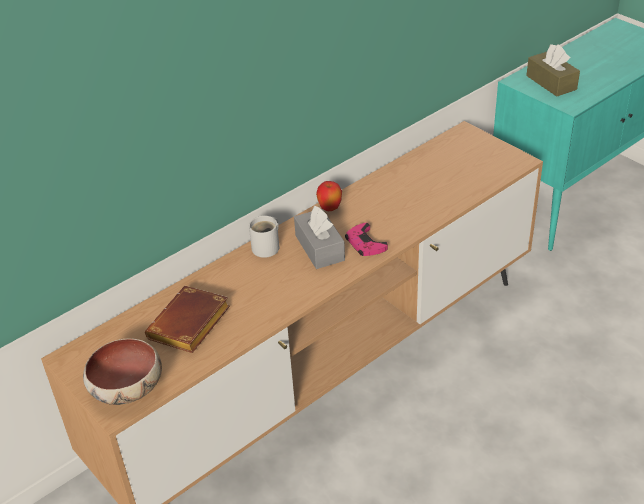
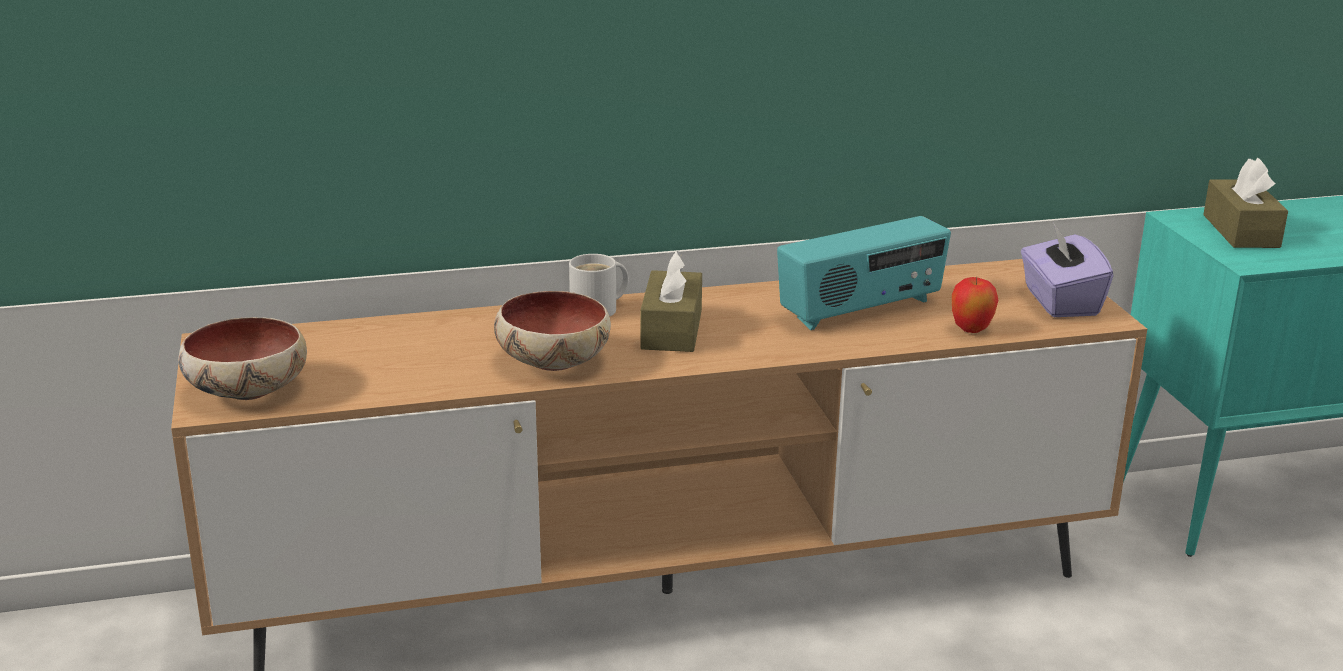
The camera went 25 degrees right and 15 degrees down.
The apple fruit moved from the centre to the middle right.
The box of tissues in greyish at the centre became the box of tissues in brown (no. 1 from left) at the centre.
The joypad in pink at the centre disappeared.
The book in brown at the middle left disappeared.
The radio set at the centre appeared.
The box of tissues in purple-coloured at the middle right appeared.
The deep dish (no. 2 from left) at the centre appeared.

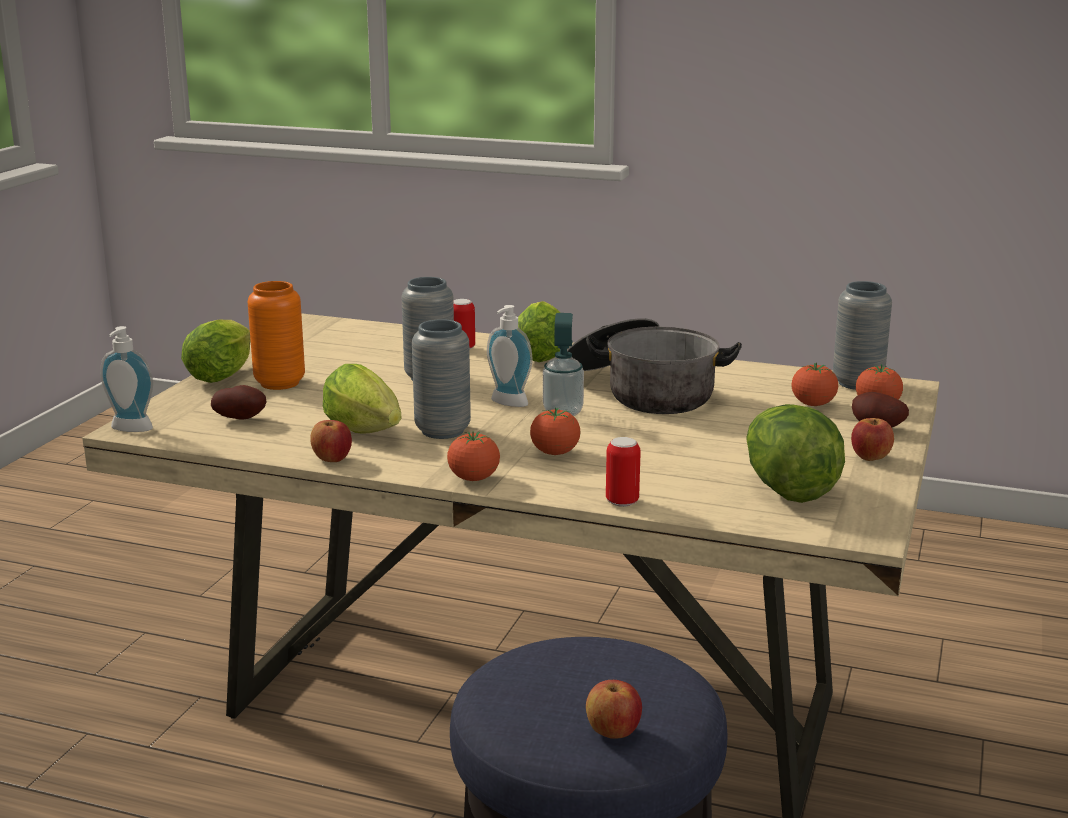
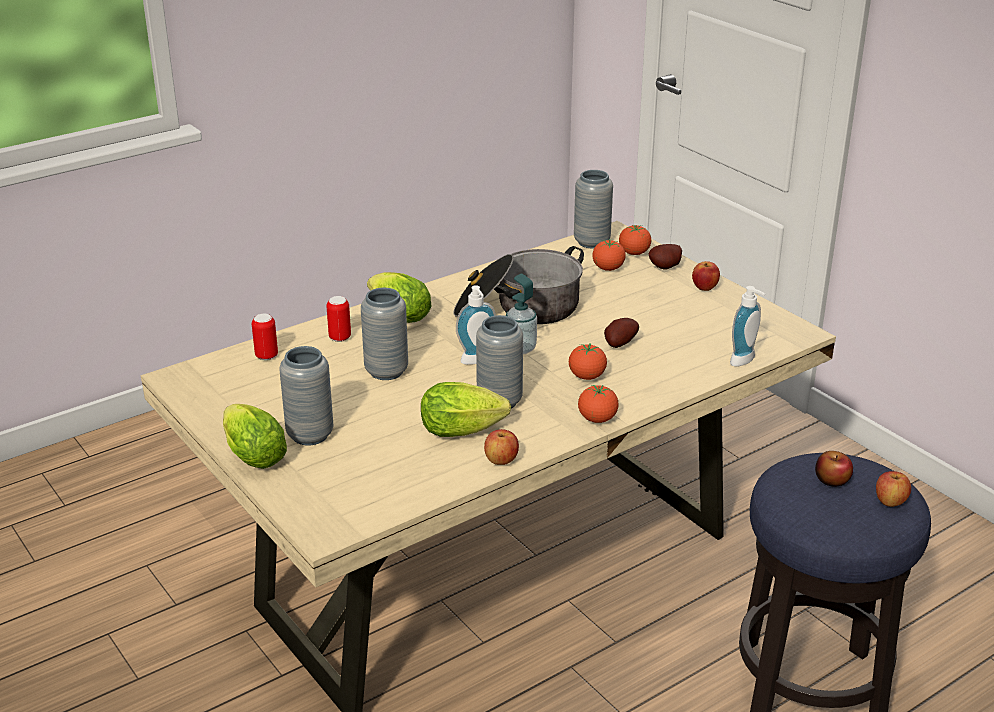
The camera went 55 degrees left and 10 degrees up.
The decorative vase in orange-coloured at the middle left became the decorative vase in greyish (no. 1 from left) at the middle left.
The soap dispenser (no. 1 from left in the first image) moved from the middle left to the middle right.
The spud (no. 1 from left) moved from the middle left to the centre.
The lettuce (no. 4 from left) at the middle right disappeared.
The sealed can (no. 2 from left in the first image) moved from the centre to the middle left.
The apple fruit (no. 3 from left) at the middle right appeared.

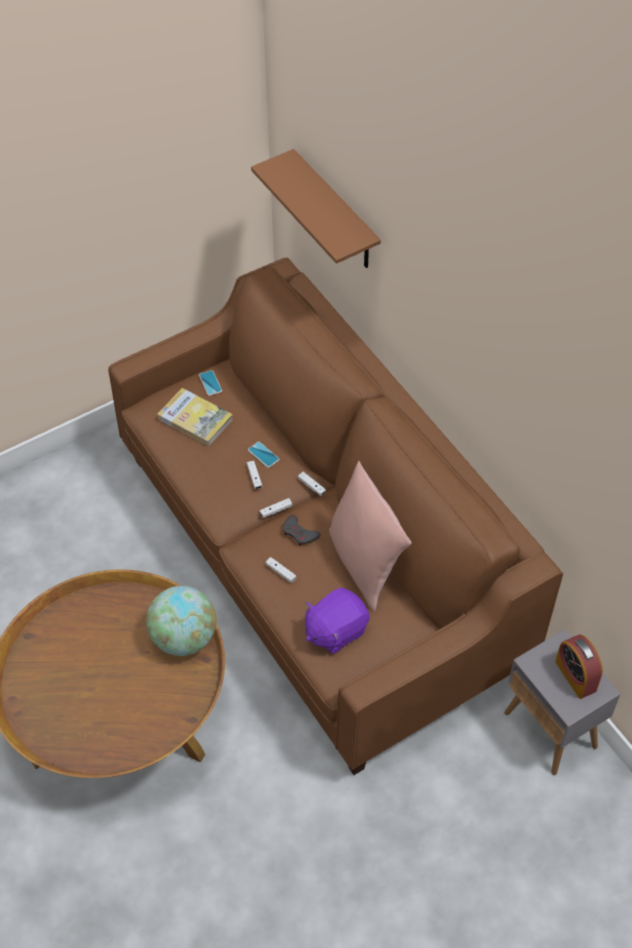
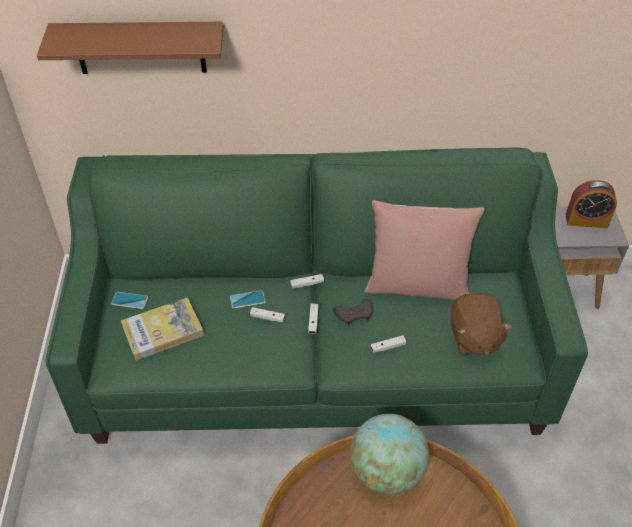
The camera went 60 degrees left and 5 degrees down.
The sofa in brown at the centre became the sofa in green-coloured at the centre.
The plush toy in purple-coloured at the centre became the plush toy in brown at the middle right.

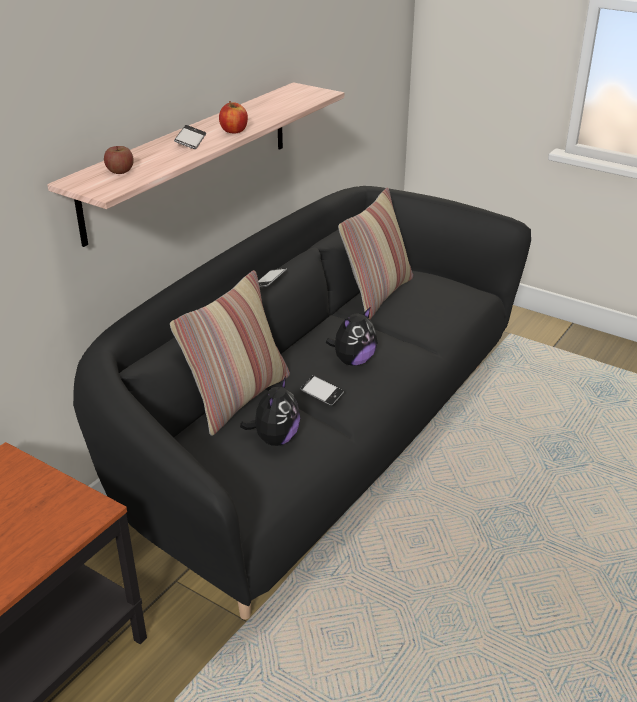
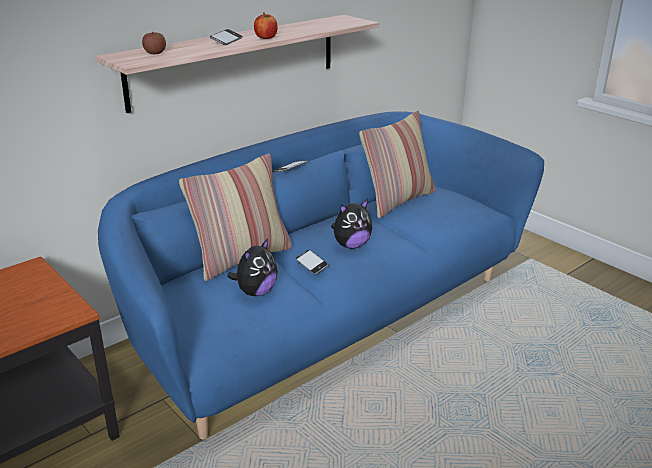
The camera went 15 degrees right and 5 degrees down.
The sofa in black-coloured at the centre became the sofa in blue-coloured at the centre.

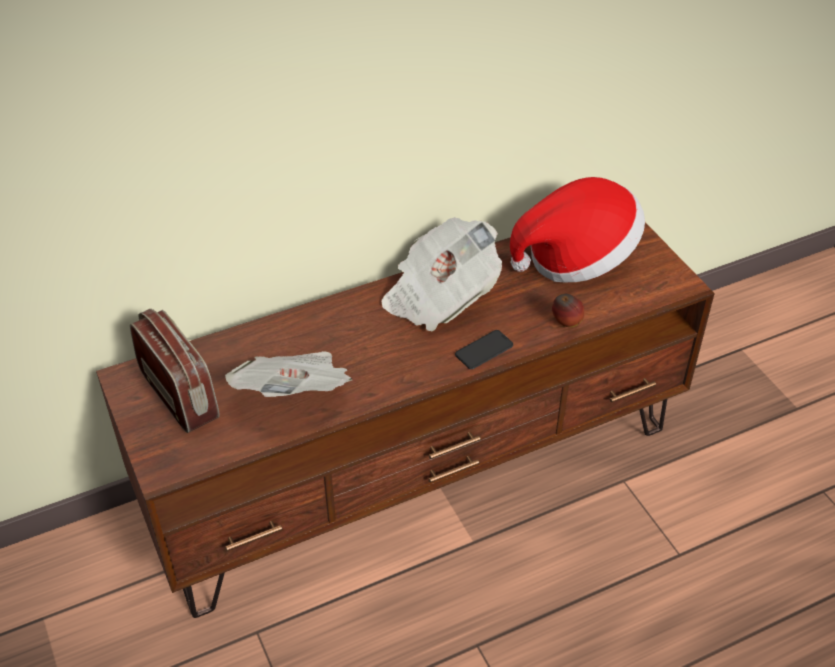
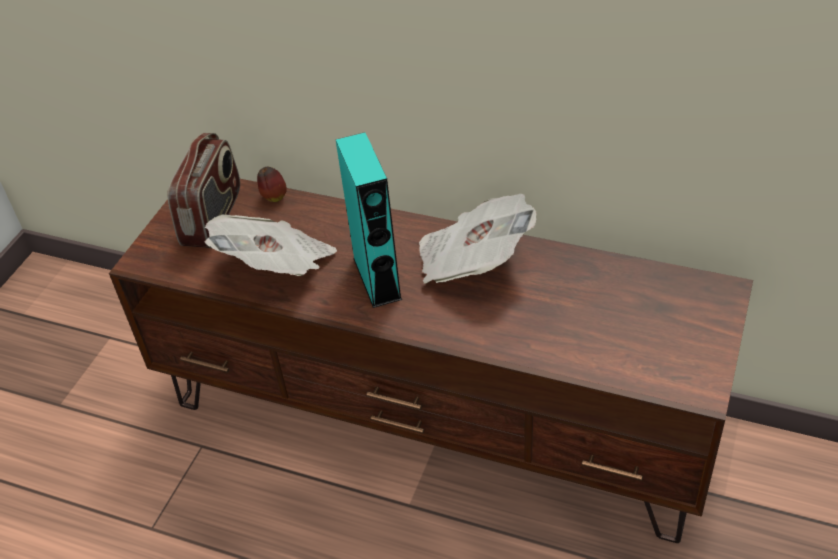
The camera went 50 degrees right and 0 degrees up.
The hat at the middle right disappeared.
The apple fruit moved from the middle right to the top left.
The telephone at the centre disappeared.
The loudspeaker in blue-green at the centre appeared.

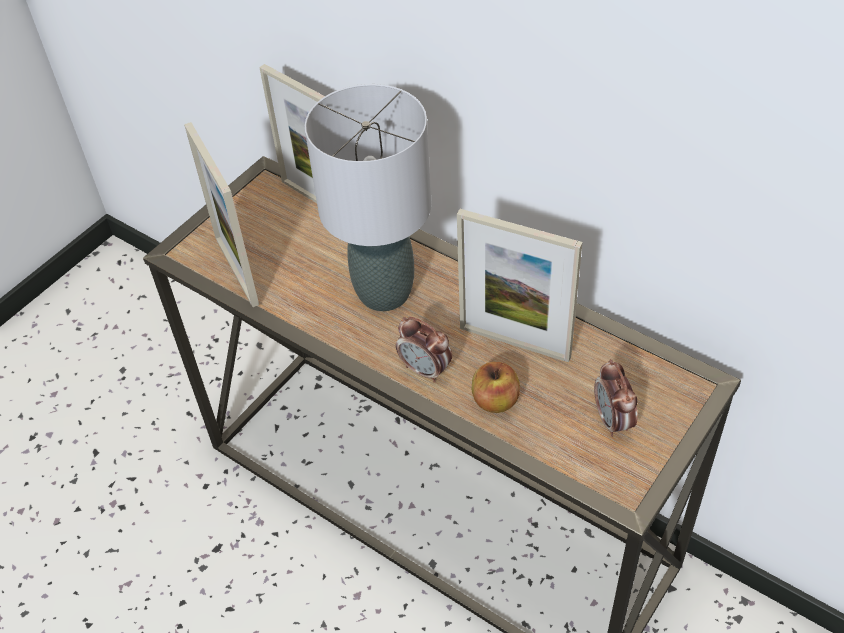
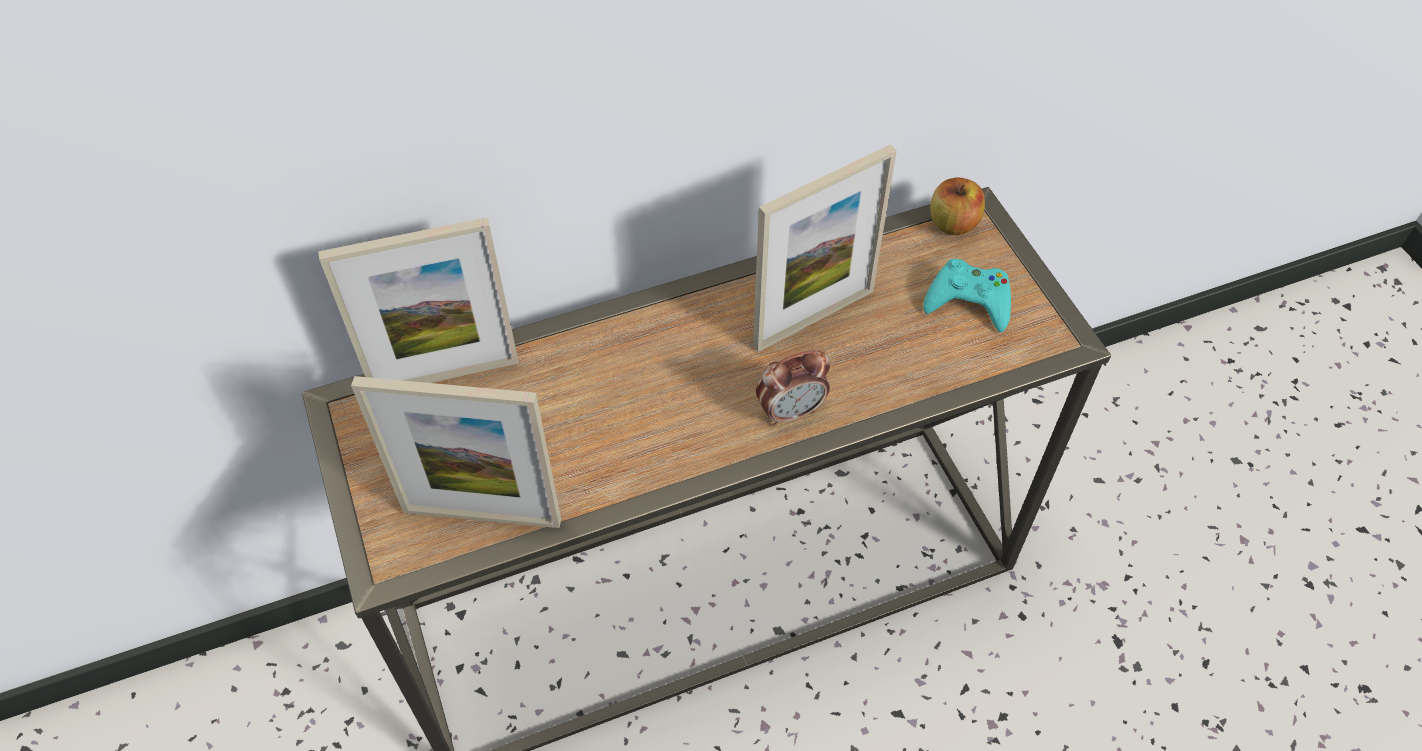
The camera went 60 degrees left and 5 degrees up.
The table lamp in greyish at the top centre disappeared.
The table clock (no. 2 from left) at the middle right was replaced by the joypad in blue-green at the middle right.
The apple fruit moved from the centre to the top right.

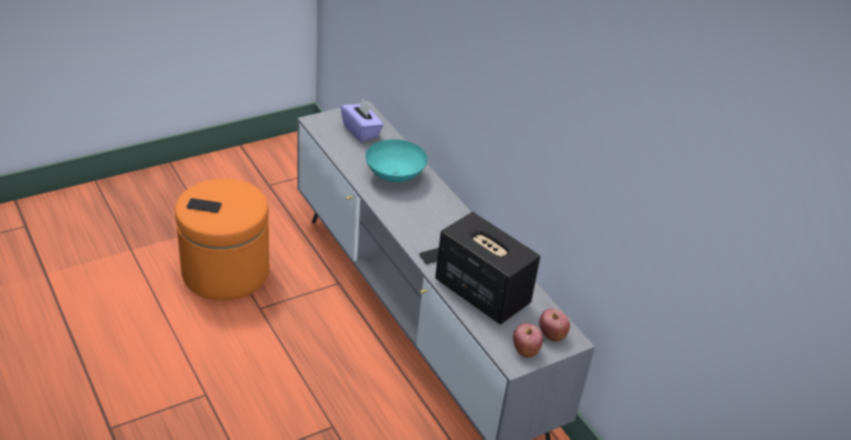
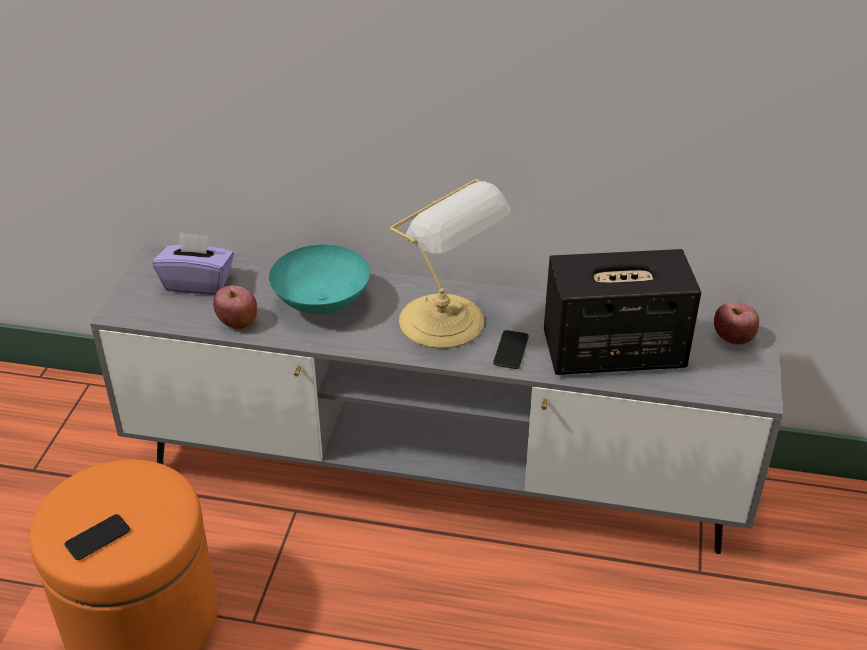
The camera went 45 degrees left and 0 degrees up.
The apple fruit (no. 1 from left) moved from the bottom centre to the middle left.
The table lamp at the centre appeared.

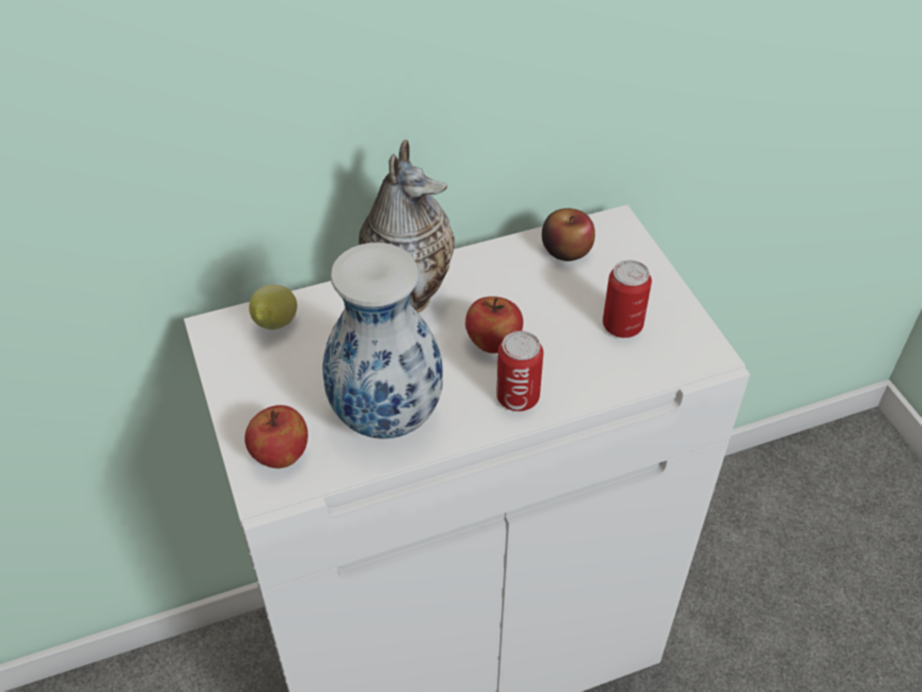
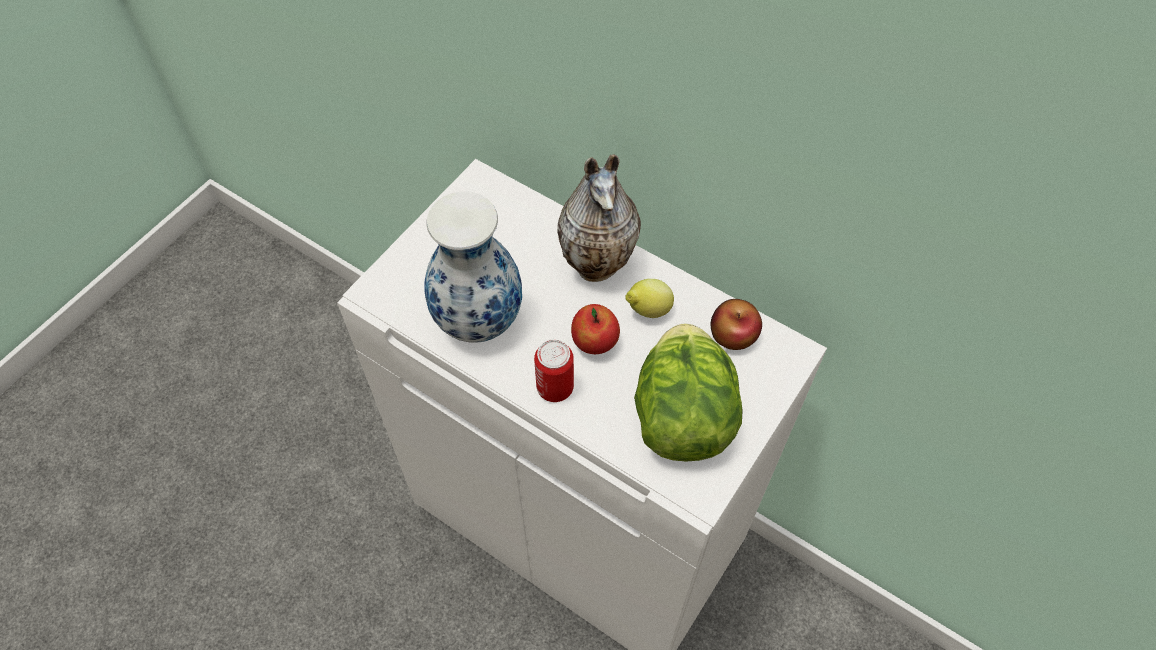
The camera went 55 degrees right and 10 degrees up.
The sealed can (no. 2 from left) at the middle right was replaced by the lettuce at the centre.
The whole lemon moved from the middle left to the centre.
The apple fruit (no. 1 from left) at the middle left disappeared.

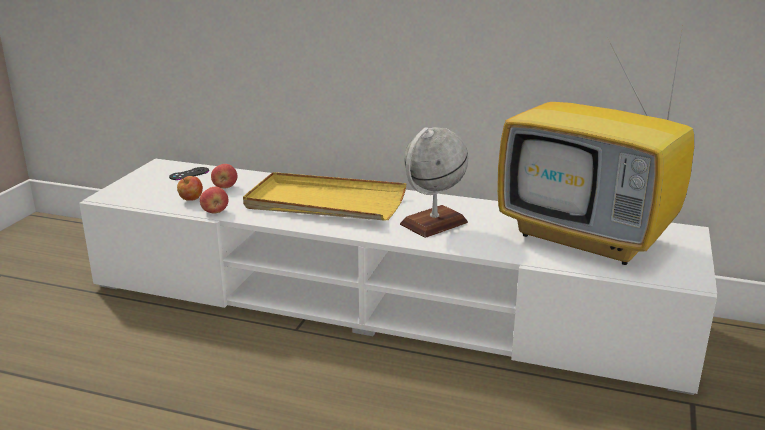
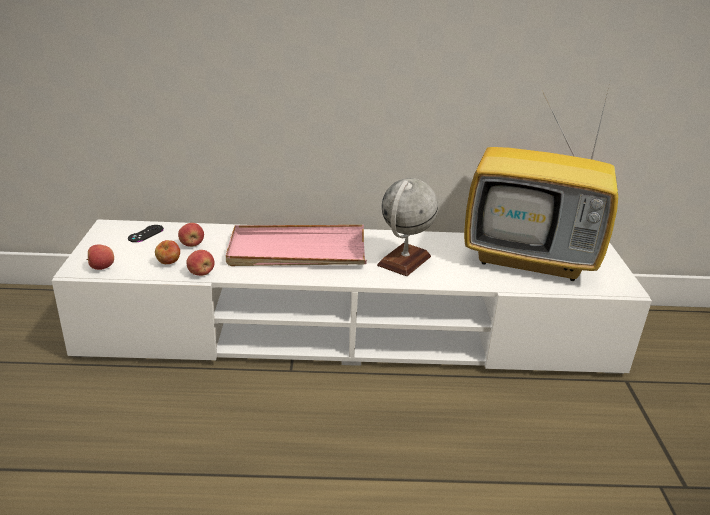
The camera went 20 degrees left and 5 degrees up.
The serving tray in yellowish at the centre became the serving tray in pink at the centre.
The apple fruit (no. 1 from left) at the middle left appeared.

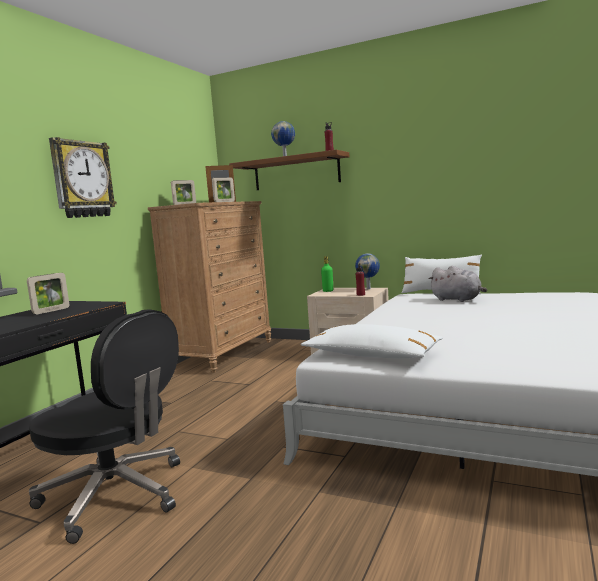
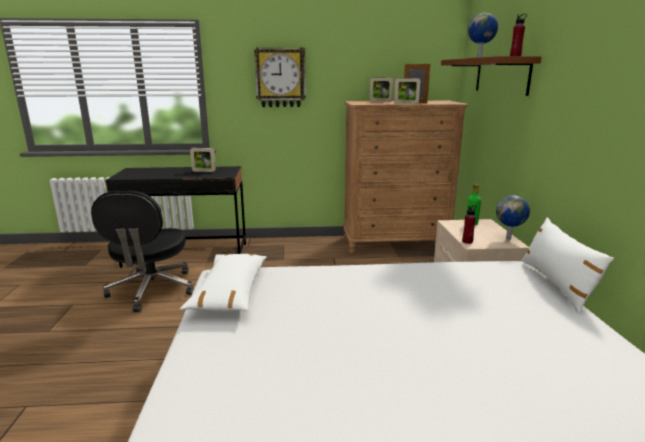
The camera went 60 degrees right and 10 degrees up.
The plush toy in greyish at the middle right disappeared.

